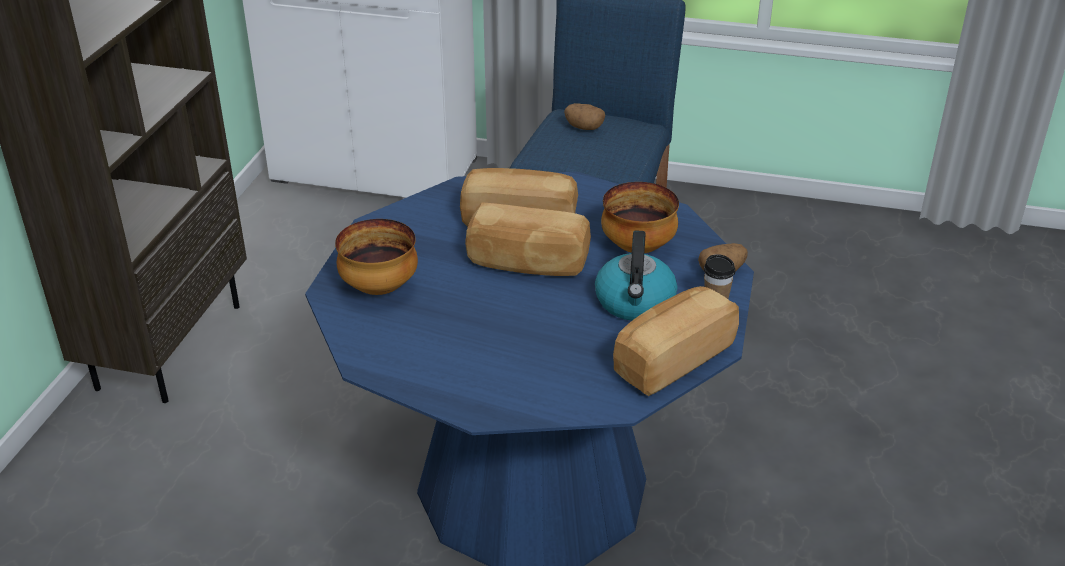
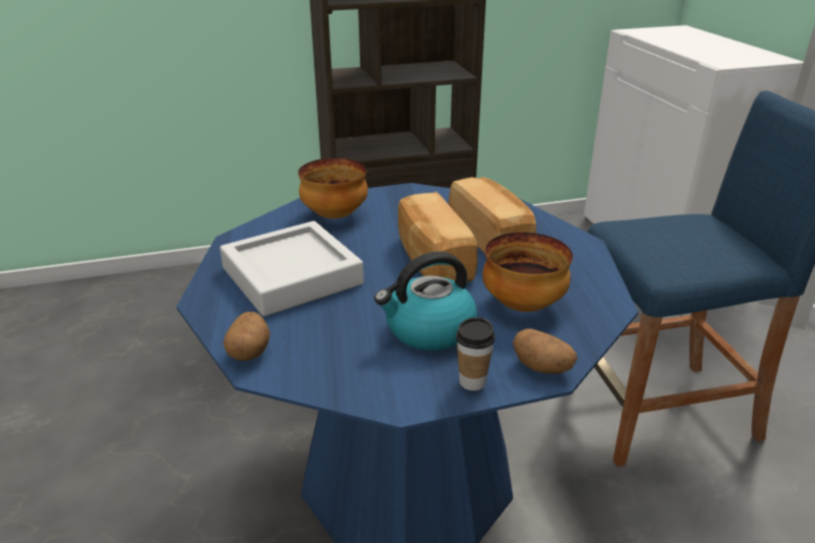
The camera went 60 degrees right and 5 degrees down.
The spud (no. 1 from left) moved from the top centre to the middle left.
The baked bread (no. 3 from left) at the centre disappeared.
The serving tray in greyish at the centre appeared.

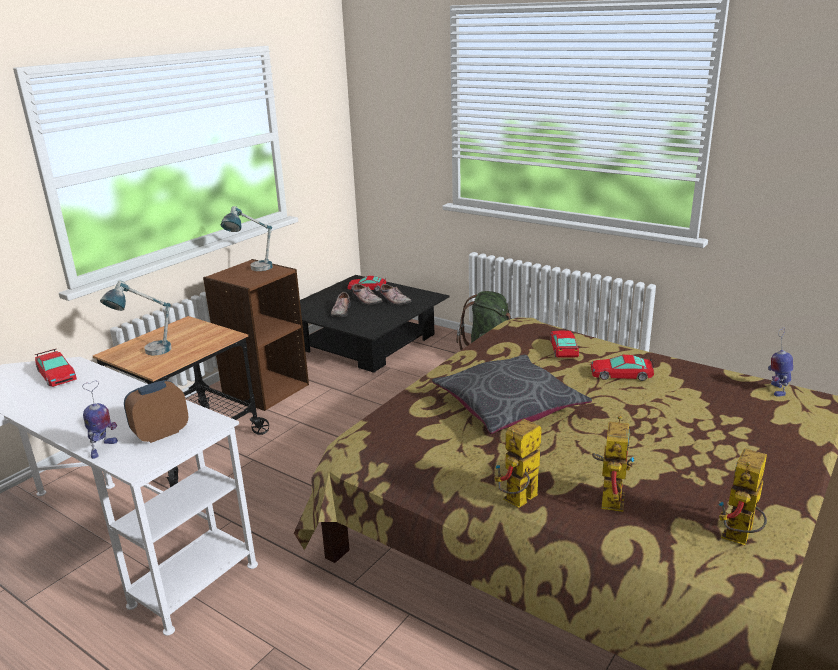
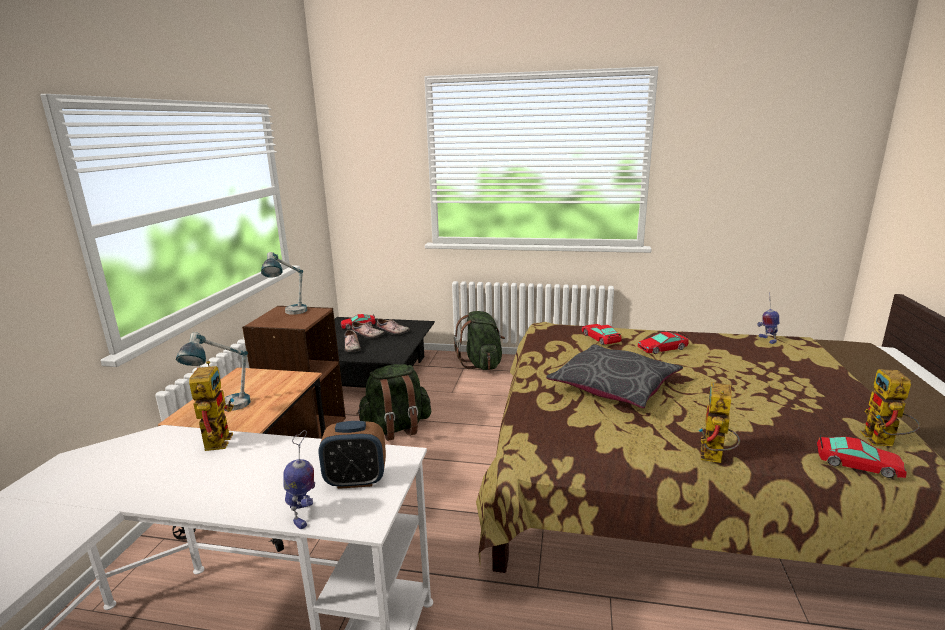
The camera went 25 degrees left and 5 degrees down.
The model car (no. 1 from left in the first image) moved from the middle left to the bottom right.
The table clock at the middle left turned 120 degrees counterclockwise.
The model robot (no. 3 from left in the first image) moved from the bottom right to the middle left.
The knapsack in green-coloured (no. 1 from left) at the centre appeared.

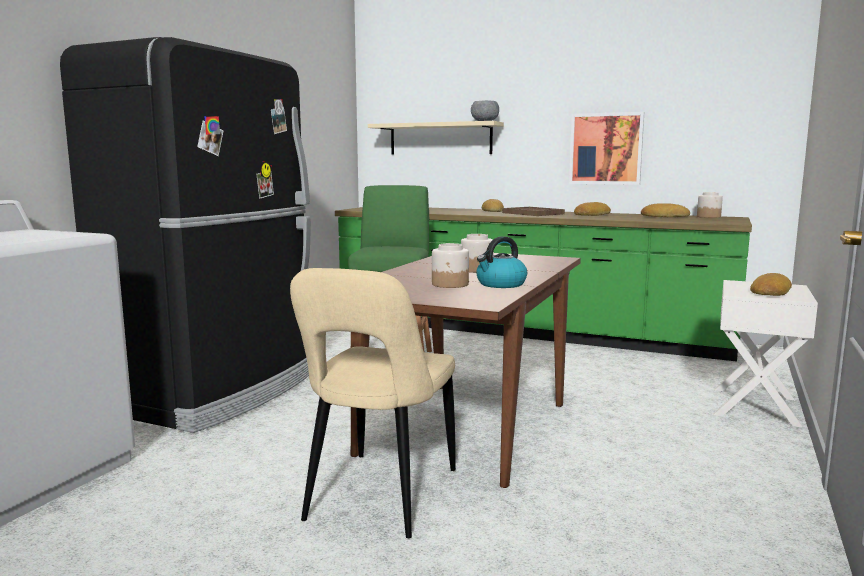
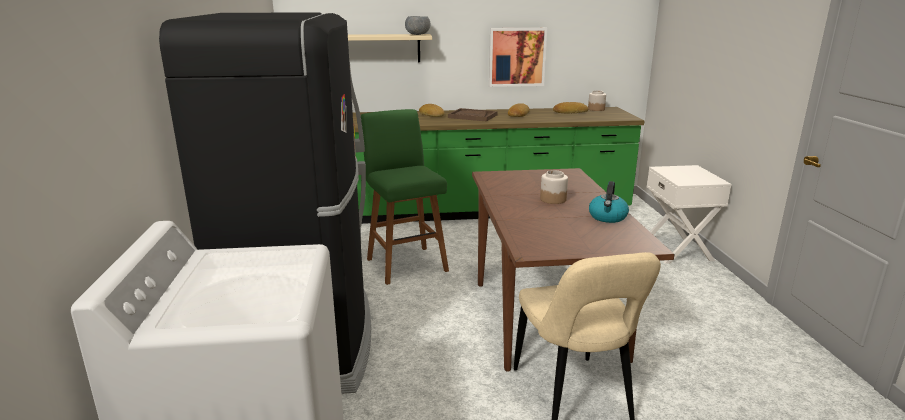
The camera went 30 degrees left and 10 degrees up.
The jar (no. 1 from left) at the centre disappeared.
The baked bread (no. 4 from left) at the middle right disappeared.

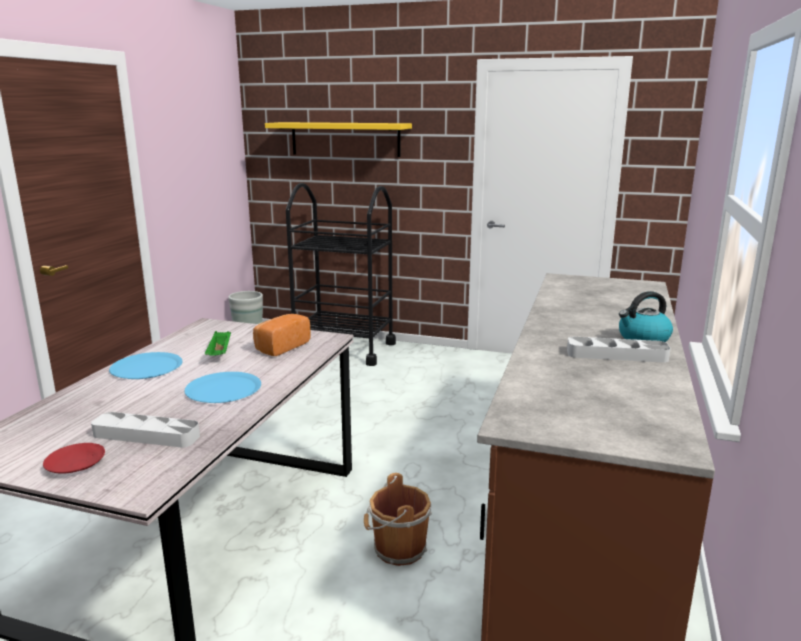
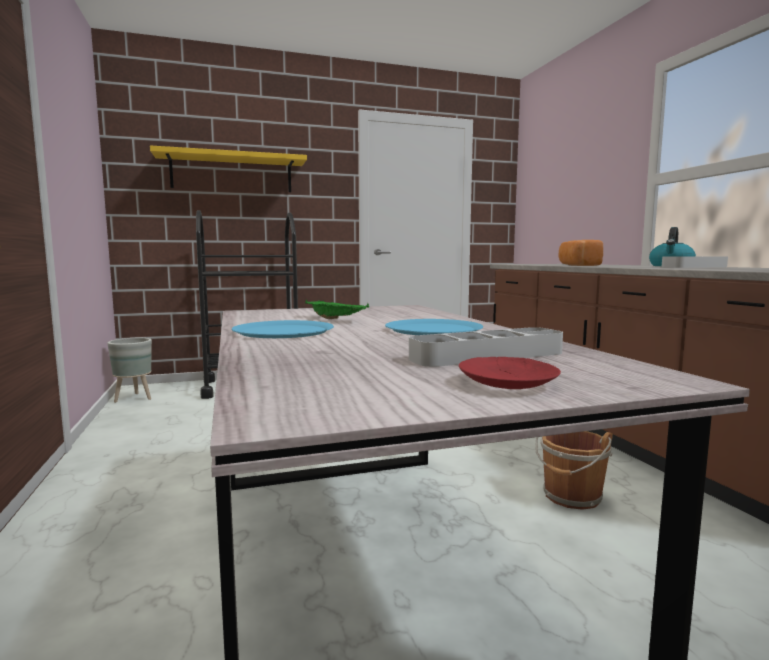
The camera went 35 degrees left and 10 degrees down.
The baked bread moved from the centre to the middle right.

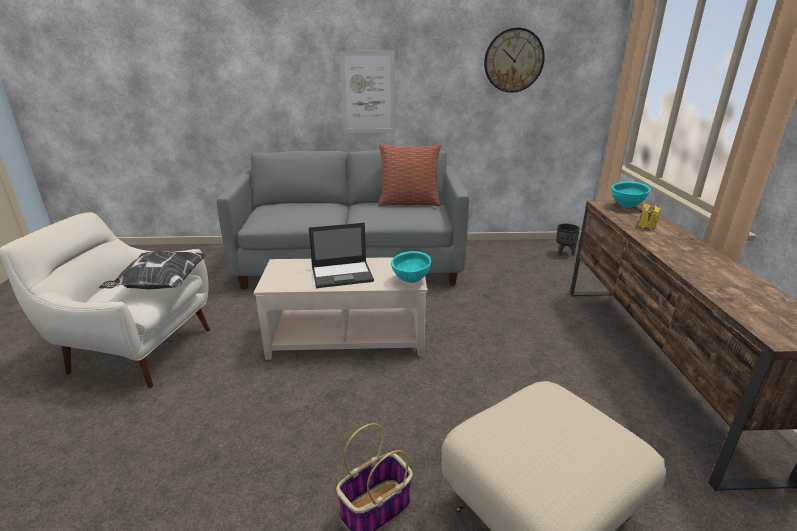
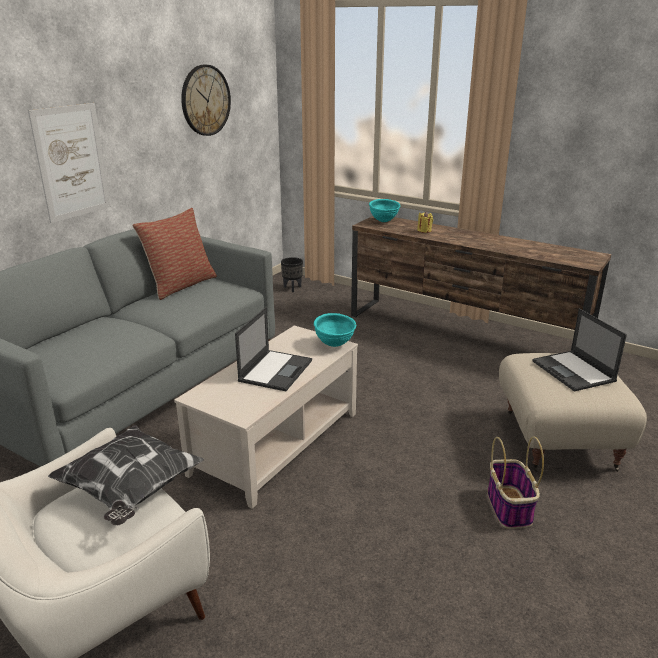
The camera went 55 degrees left and 0 degrees up.
The portable computer (no. 2 from left) at the middle right appeared.

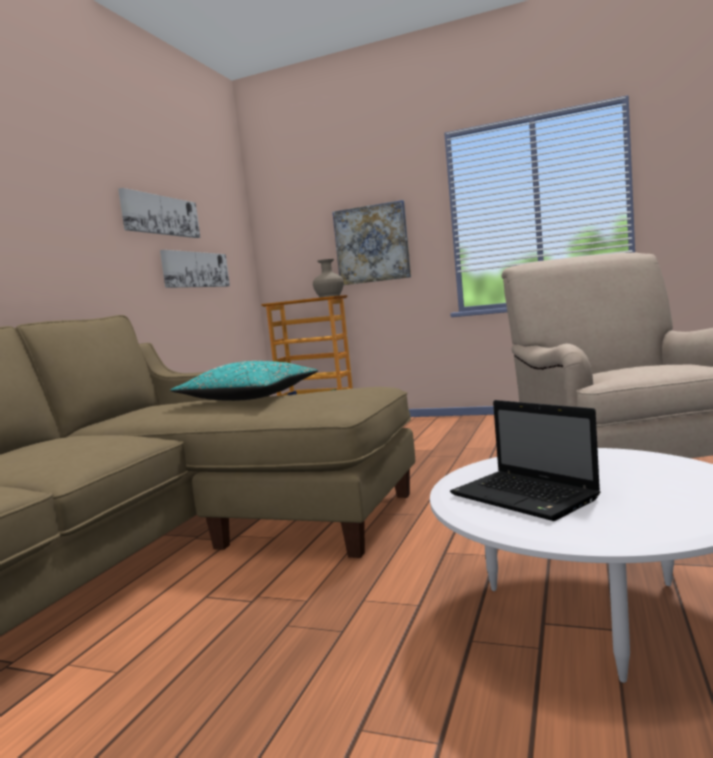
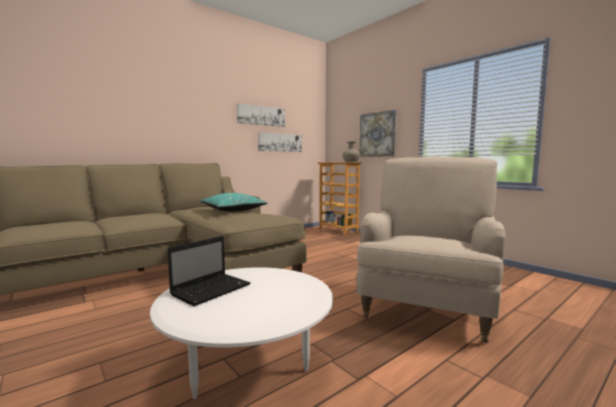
The camera went 30 degrees right and 0 degrees up.
The portable computer at the middle right turned 135 degrees counterclockwise.

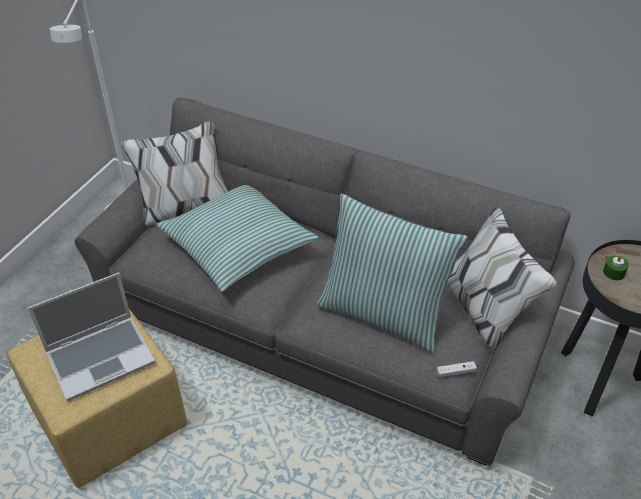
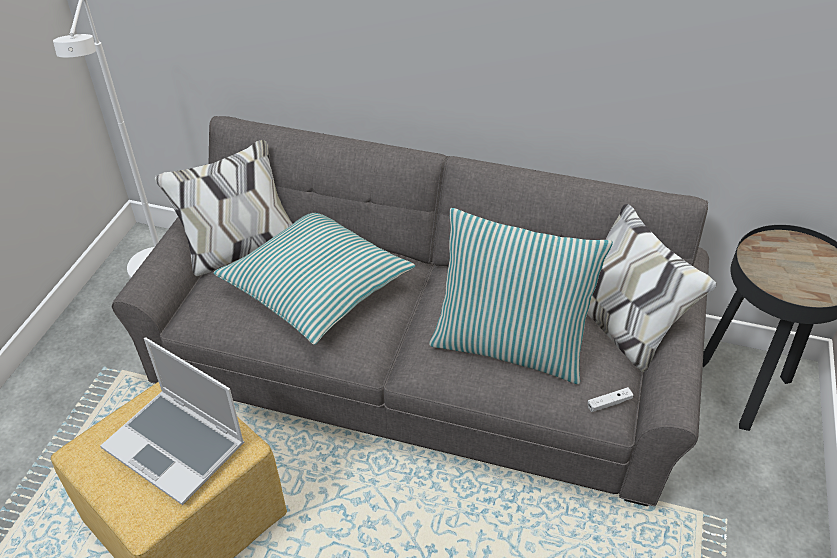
The camera went 10 degrees left and 0 degrees up.
The wax candle in green-coloured at the middle right disappeared.
The portable computer at the bottom left turned 75 degrees clockwise.

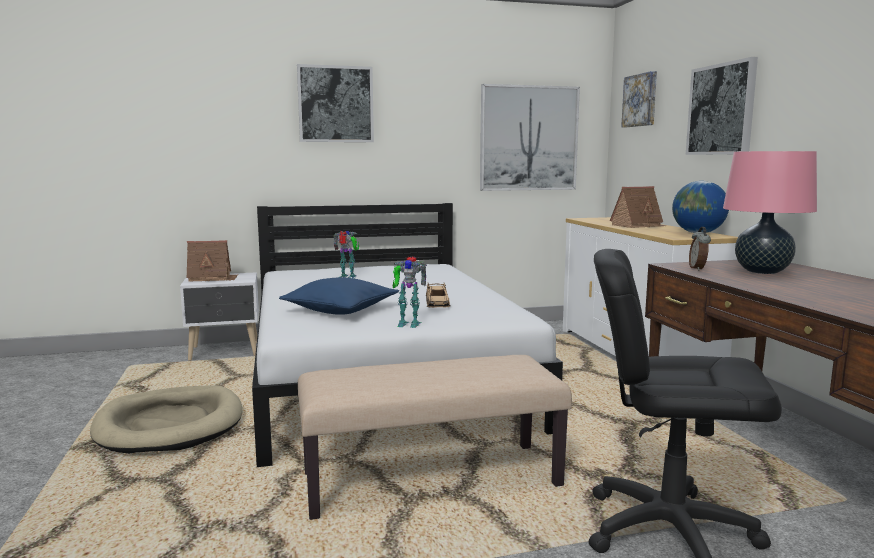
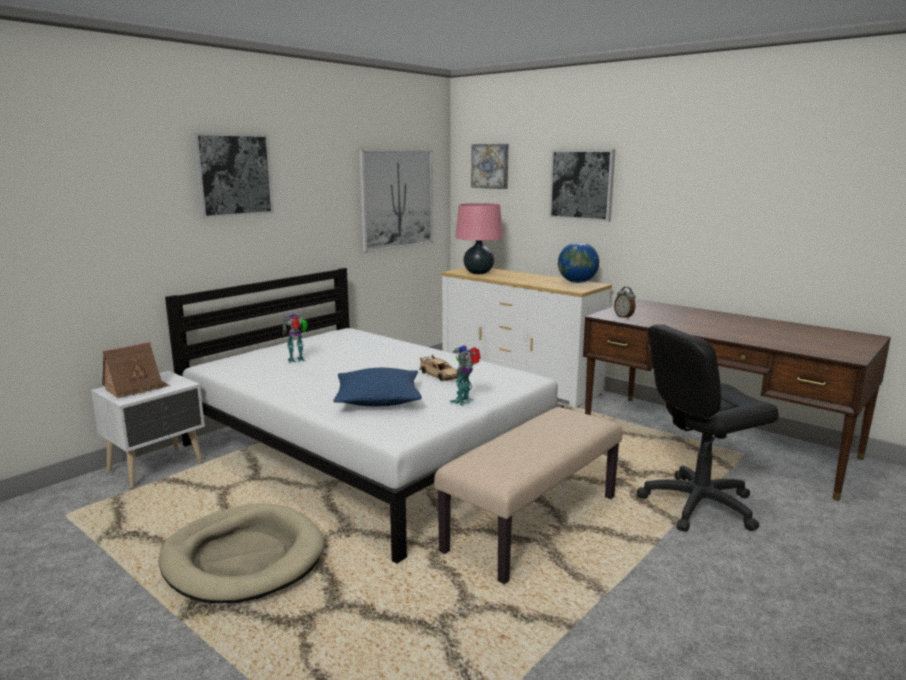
The camera went 35 degrees left and 5 degrees up.
The table lamp in pink moved from the middle right to the centre.
The miniature house (no. 2 from left) at the middle right disappeared.
The model robot (no. 2 from left) at the centre turned 150 degrees clockwise.

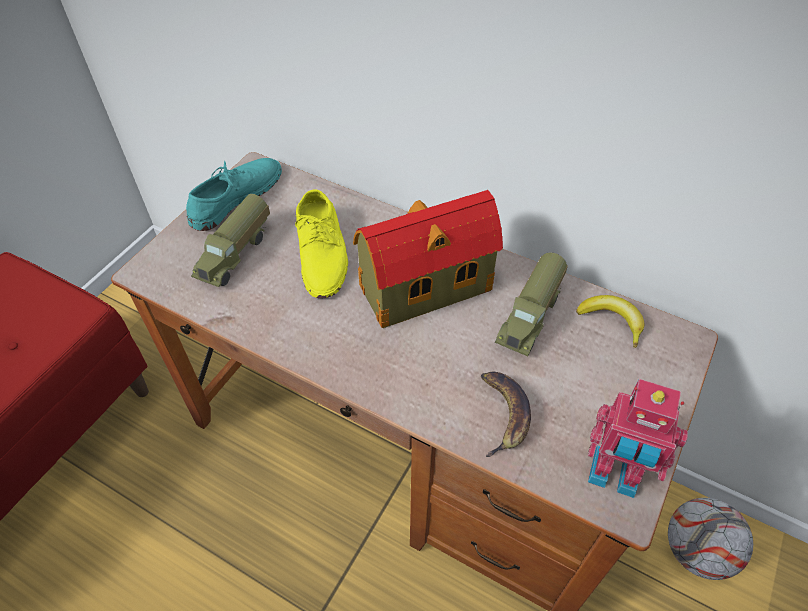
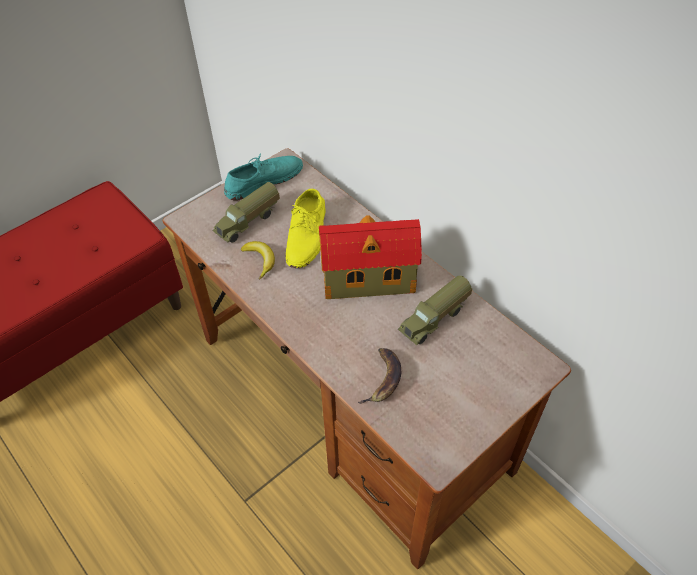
The camera went 20 degrees right and 0 degrees up.
The whole banana (no. 2 from left in the first image) moved from the middle right to the centre.
The model robot at the bottom right disappeared.
The ball for football at the bottom right disappeared.

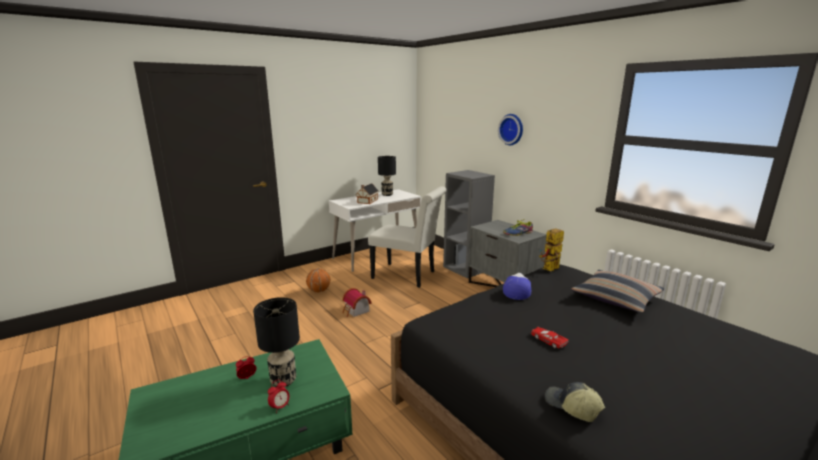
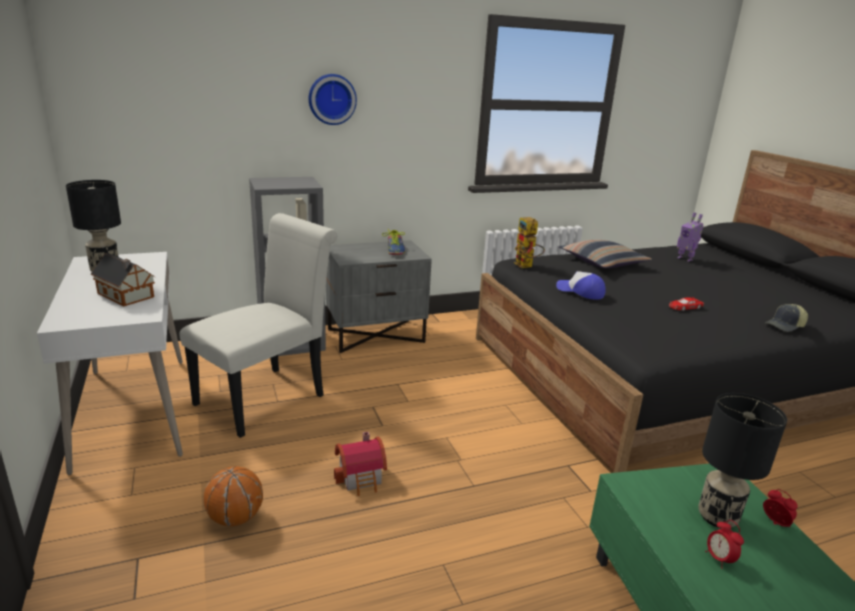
The camera went 75 degrees left and 5 degrees up.
The model robot (no. 2 from left) at the middle right appeared.

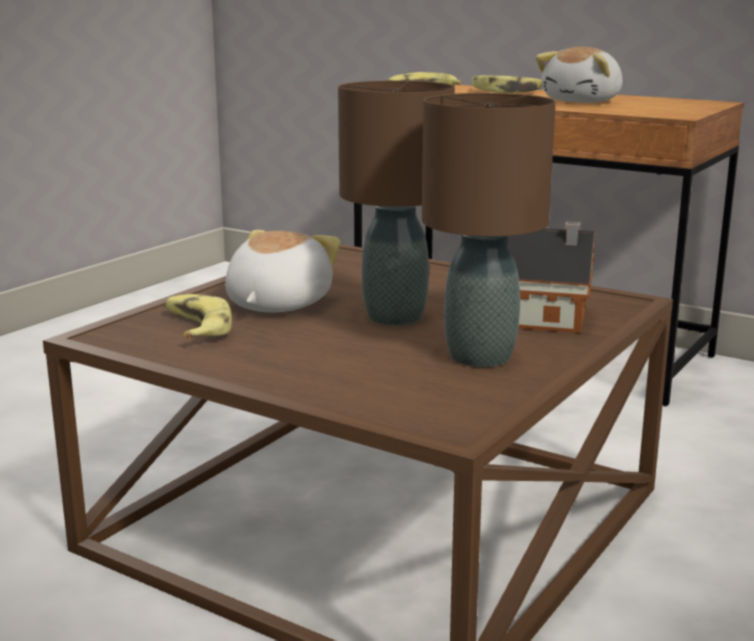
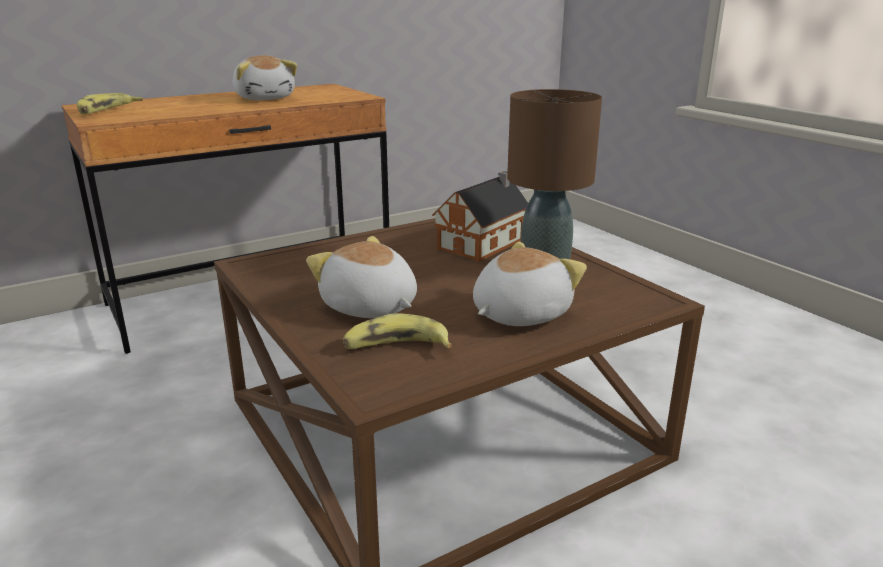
The camera went 65 degrees left and 5 degrees up.
The whole banana (no. 3 from left) at the top right disappeared.
The table lamp in brown (no. 1 from left) at the top centre disappeared.
The plush toy (no. 3 from left) at the centre appeared.

